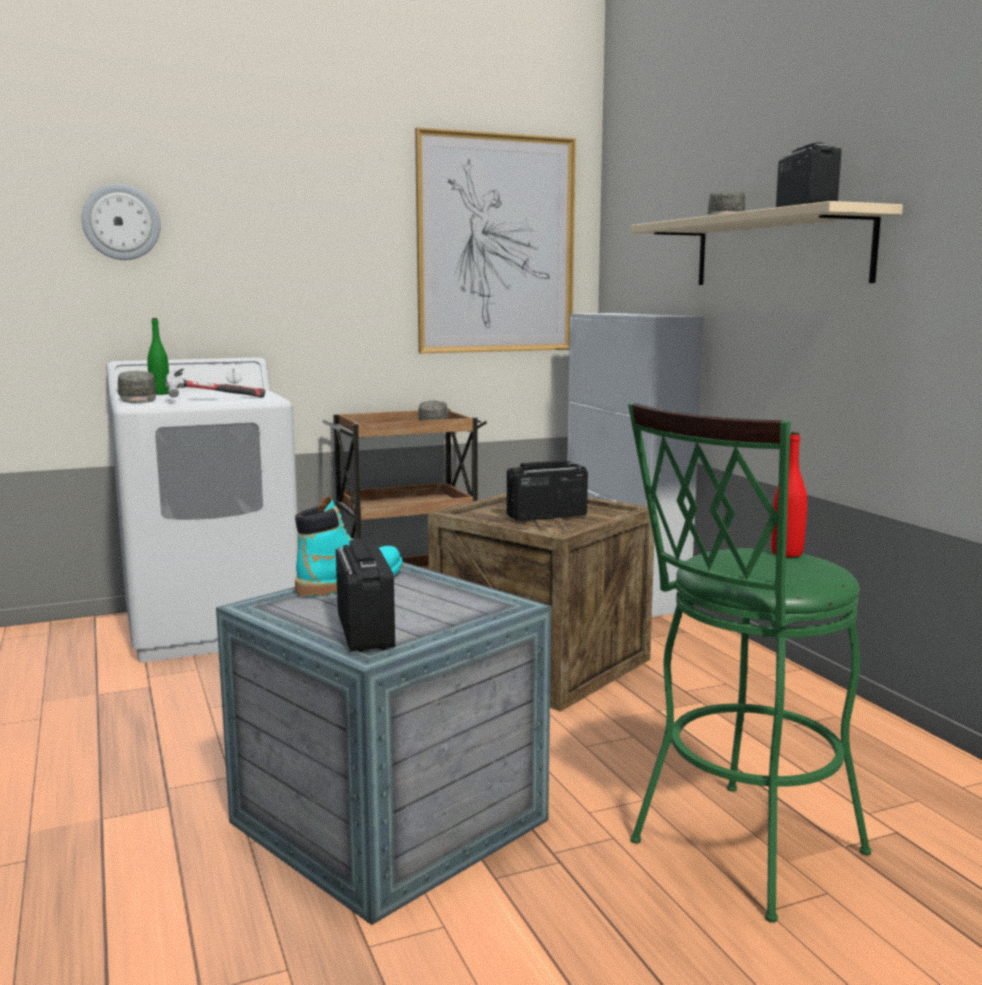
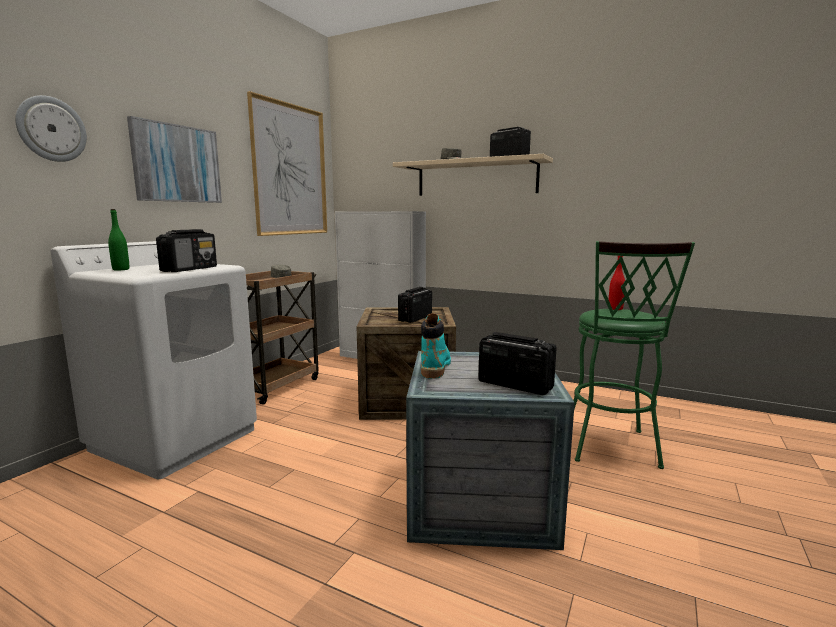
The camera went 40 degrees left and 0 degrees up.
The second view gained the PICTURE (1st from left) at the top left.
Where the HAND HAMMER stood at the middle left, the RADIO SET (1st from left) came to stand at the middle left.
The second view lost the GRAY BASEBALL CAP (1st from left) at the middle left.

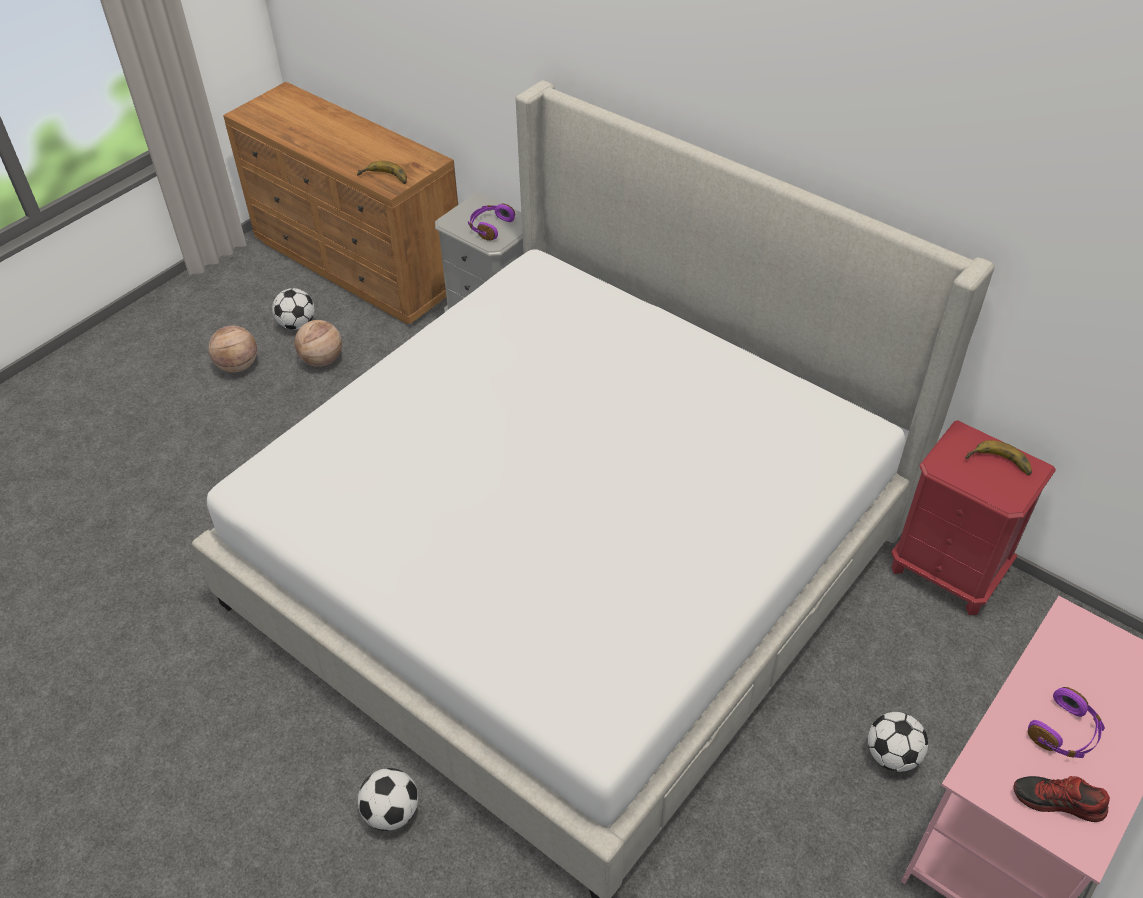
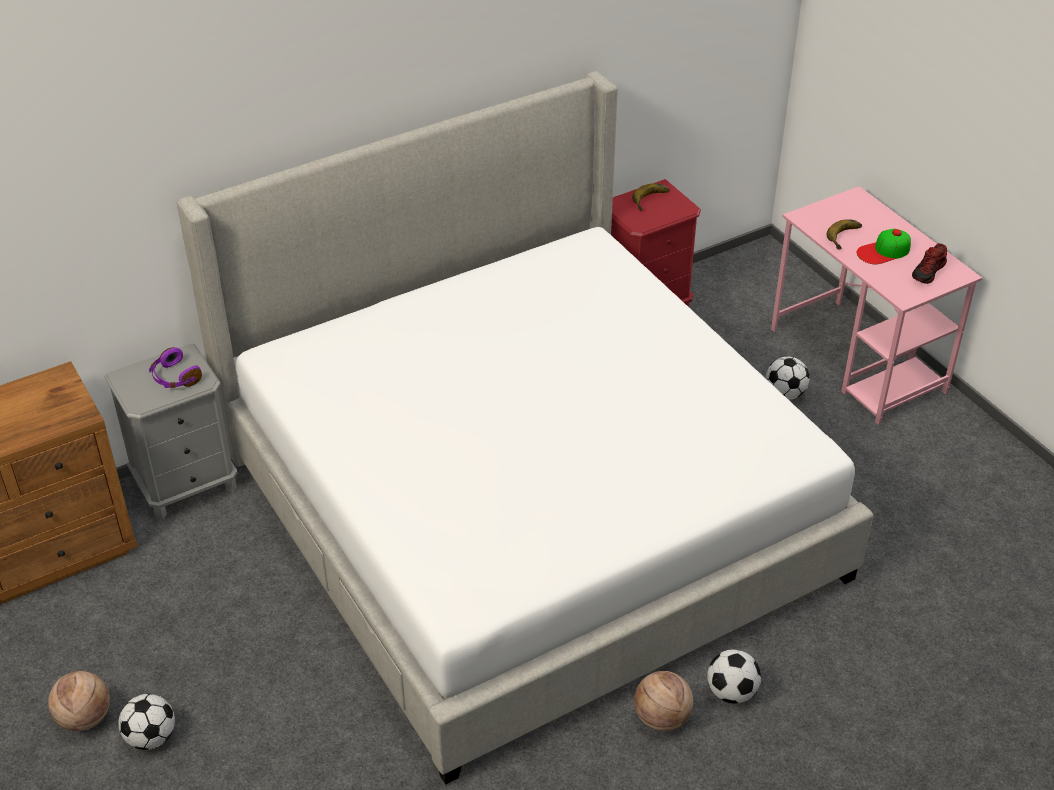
The camera went 70 degrees left and 5 degrees down.
The FOOTBALL (1st from left) ended up elsewhere, having gone from the middle left to the bottom left.
The BASKETBALL BALL (2nd from left) ended up elsewhere, having gone from the middle left to the bottom centre.
The BANANA (1st from left in the first image) ended up elsewhere, having gone from the top centre to the top right.
Where the PURPLISH HEADPHONES (2nd from left) stood at the bottom right, the BASEBALL CAP came to stand at the top right.

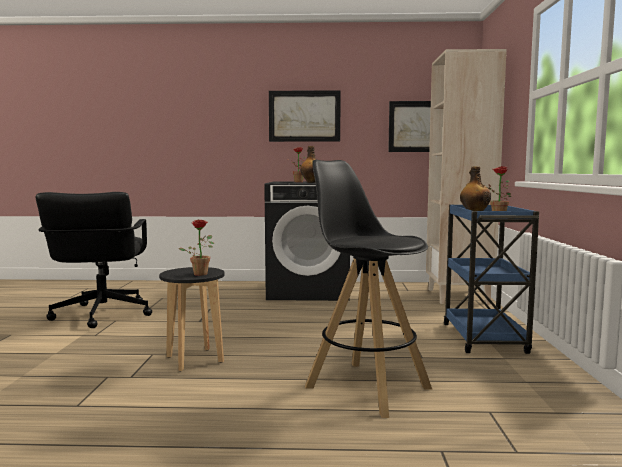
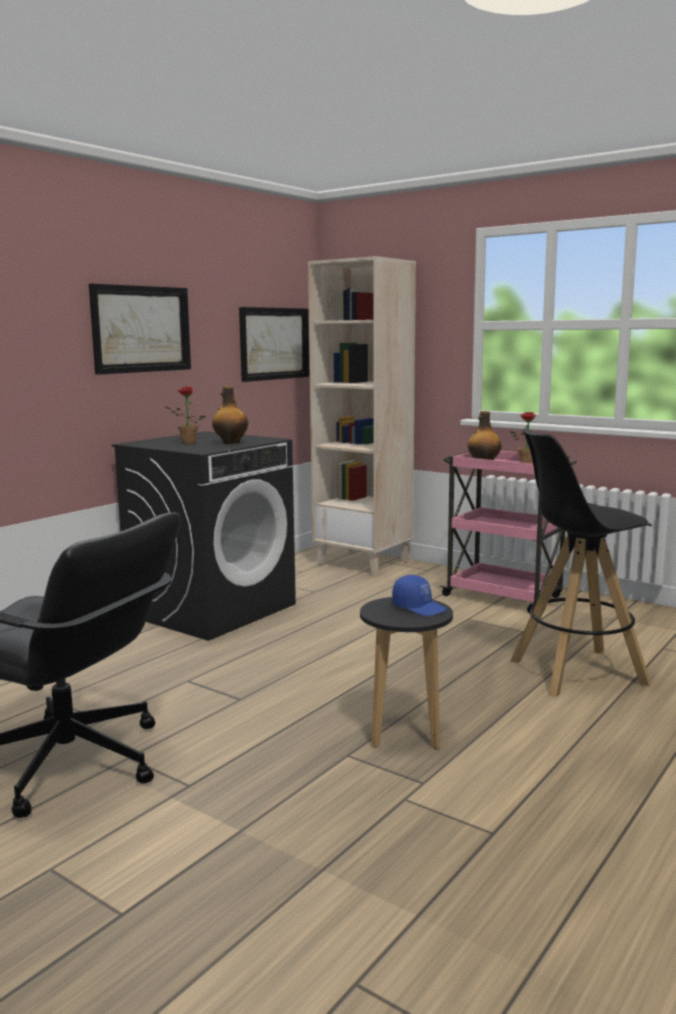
The camera went 55 degrees left and 5 degrees up.
Where the PLANT IN A POT (1st from left) stood at the middle left, the BLUE BASEBALL CAP came to stand at the centre.
What was the BLUE CART at the middle right turned into the PINK-COLOURED CART at the middle right.

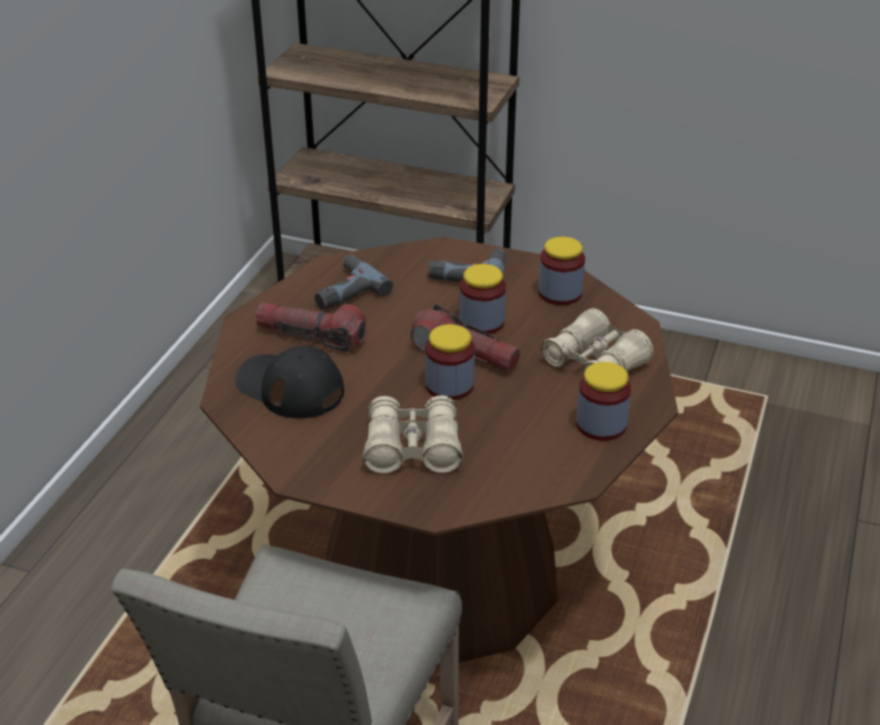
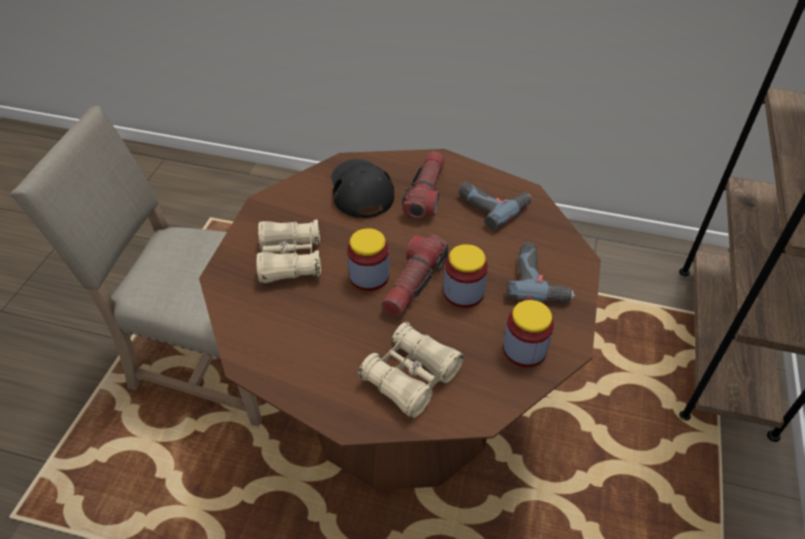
The camera went 85 degrees right and 10 degrees up.
The BLACKISH BASEBALL CAP at the middle left ended up facing another way, 45 degrees counterclockwise from before.
The second view lost the STORAGE JAR (4th from left) at the middle right.

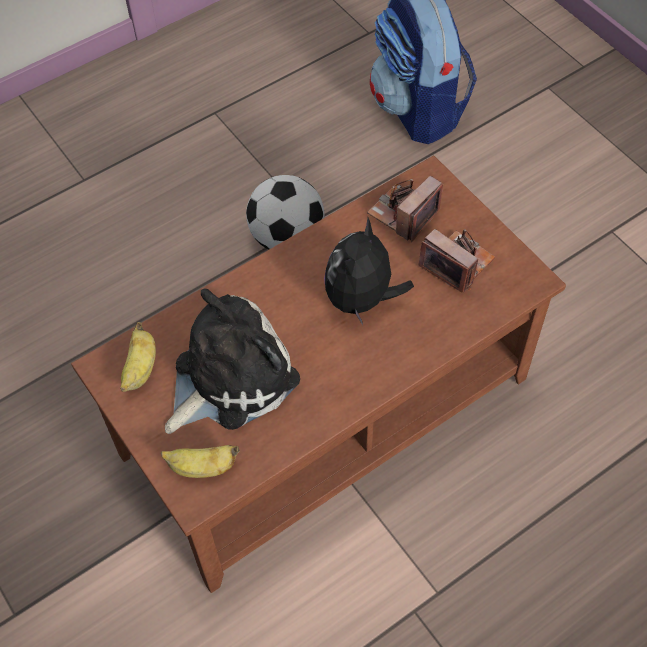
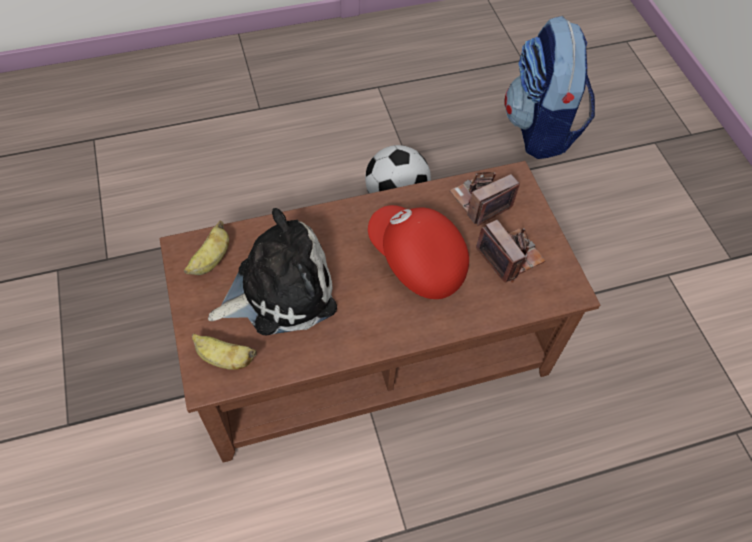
The camera went 15 degrees right and 0 degrees up.
Where the PLUSH TOY (2nd from left) stood at the centre, the REDDISH BASEBALL CAP came to stand at the centre.

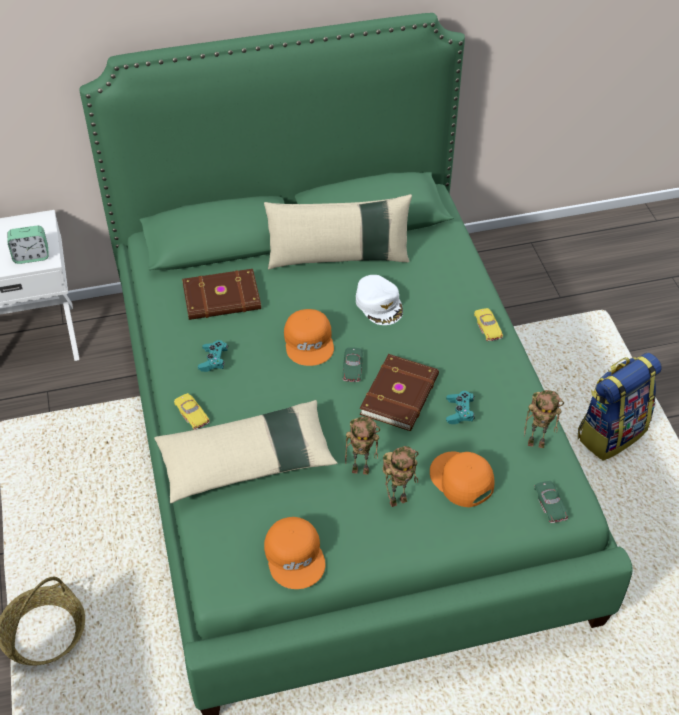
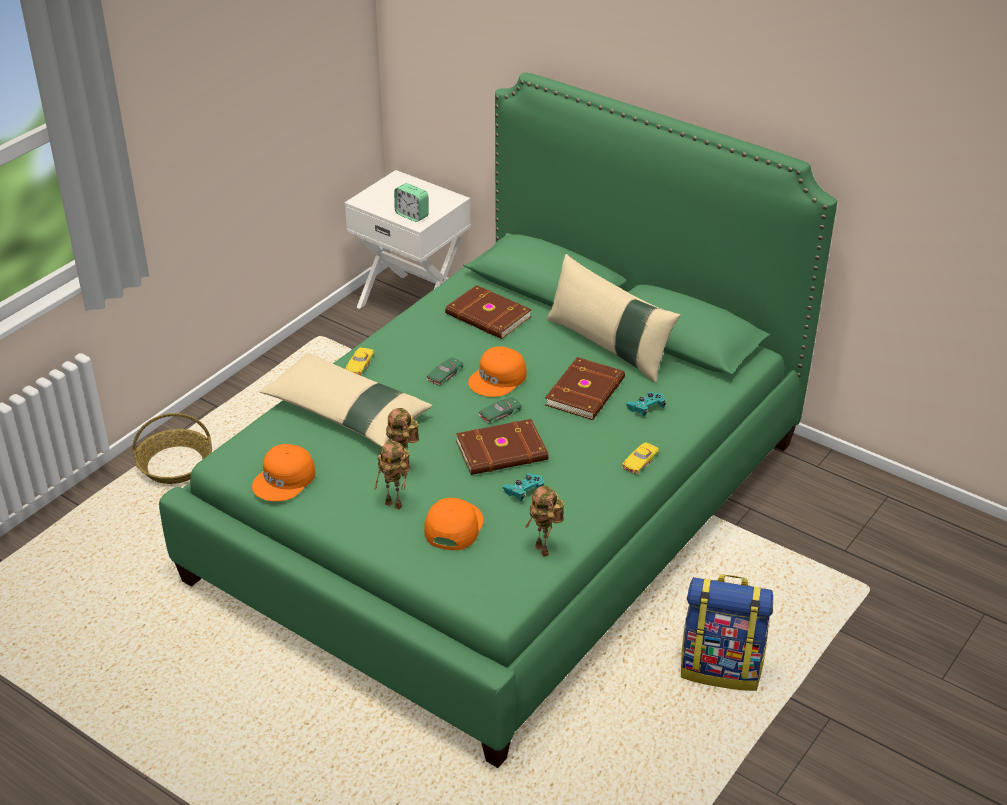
The camera went 50 degrees right and 10 degrees down.
The GREEN TOY CAR (2nd from left in the first image) ended up elsewhere, having gone from the bottom right to the centre.
Where the WHITE-COLOURED BASEBALL CAP stood at the centre, the BROWN BOOK (3rd from left) came to stand at the centre.
The BLUE-GREEN JOYPAD (1st from left in the first image) ended up elsewhere, having gone from the middle left to the centre.

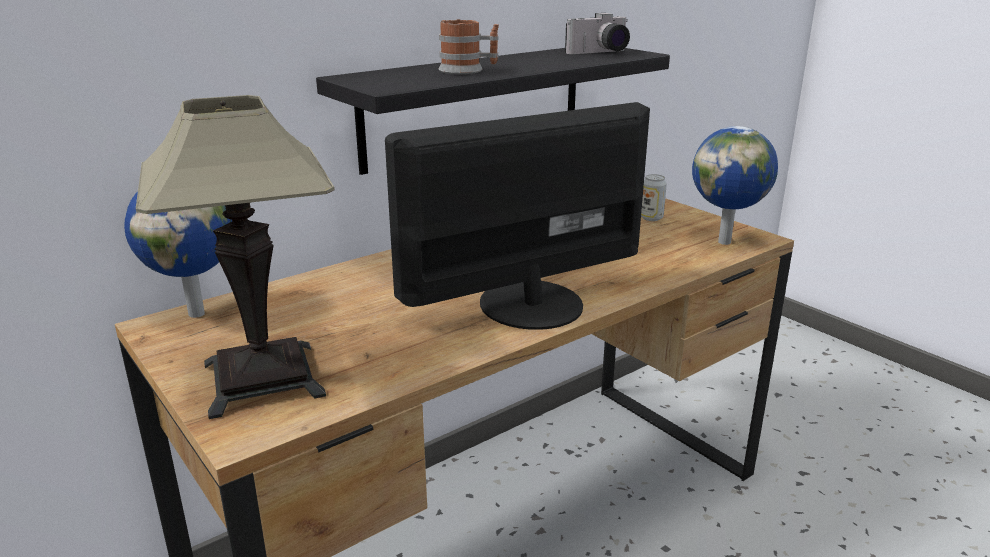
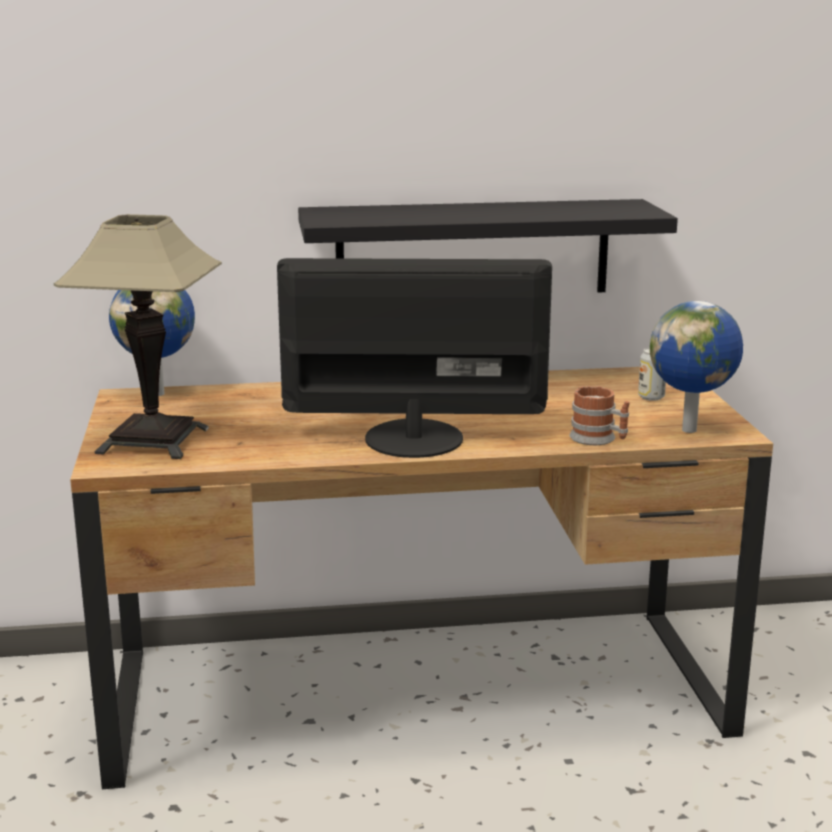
The camera went 30 degrees right and 5 degrees down.
The MUG ended up elsewhere, having gone from the top centre to the middle right.
The second view lost the STILL CAMERA at the top centre.

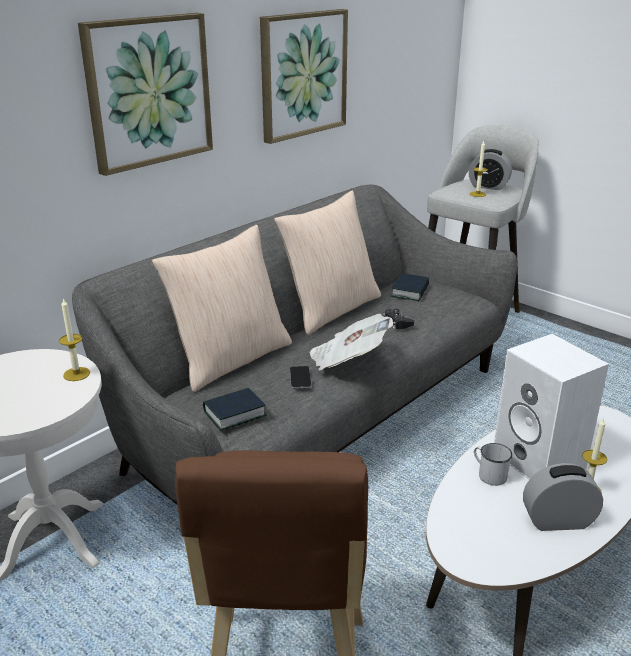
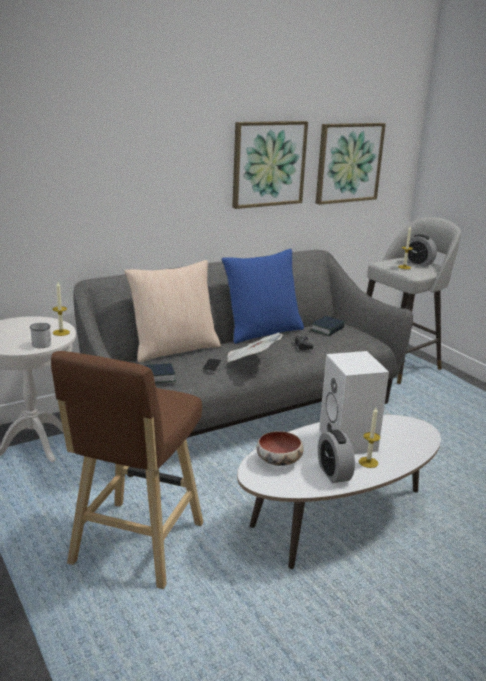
The camera went 15 degrees right and 5 degrees down.
The WHITE-COLOURED MUG ended up elsewhere, having gone from the bottom right to the middle left.
What was the BEIGE PILLOW (2nd from left) at the centre turned into the BLUE PILLOW at the centre.
The second view gained the BOWL at the centre.
The PICTURE (1st from left in the first image) ended up elsewhere, having gone from the top left to the top right.
The ALARM CLOCK (2nd from left in the first image) at the bottom right ended up facing another way, 120 degrees counterclockwise from before.

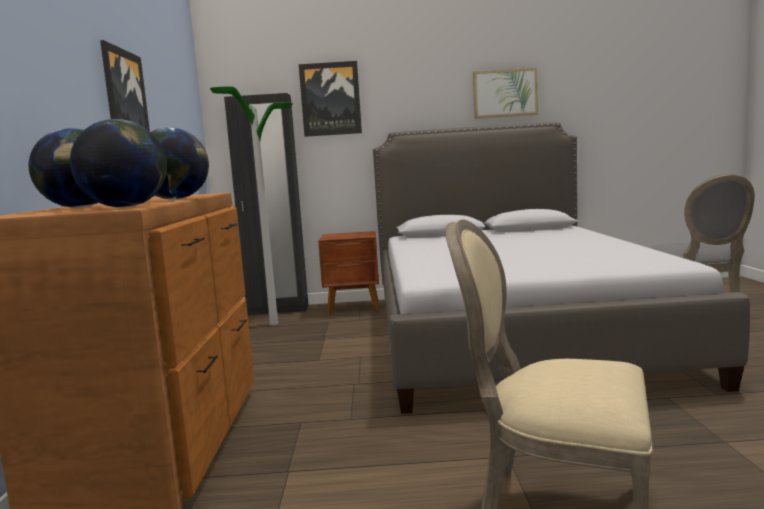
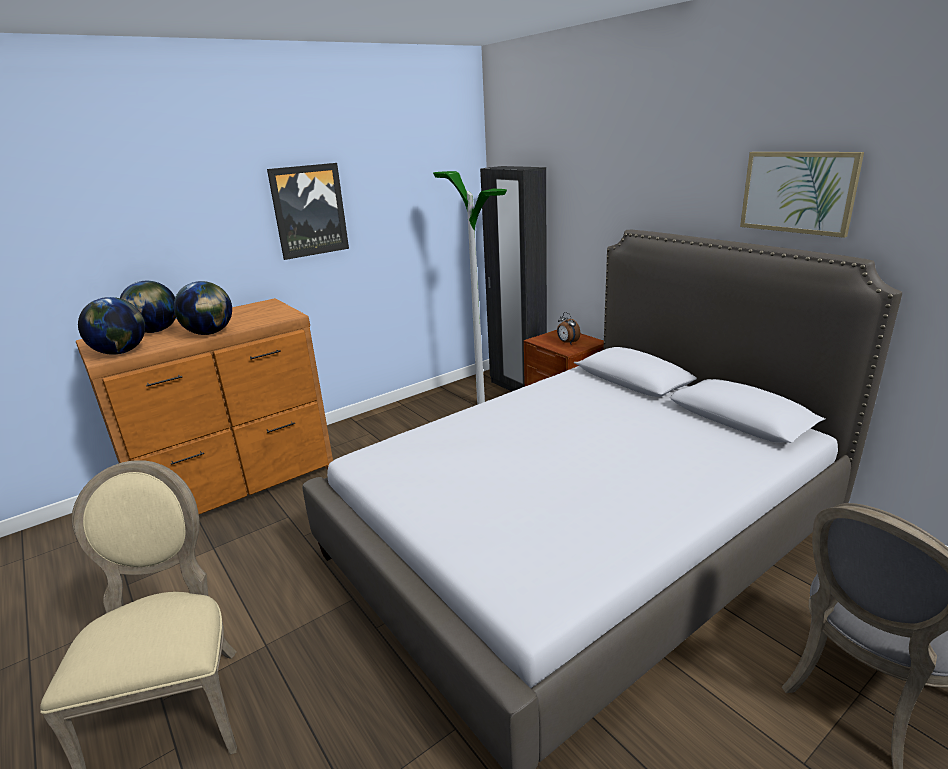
The camera went 55 degrees right and 15 degrees up.
The second view gained the ALARM CLOCK at the centre.
The second view lost the PICTURE (2nd from left) at the top centre.

